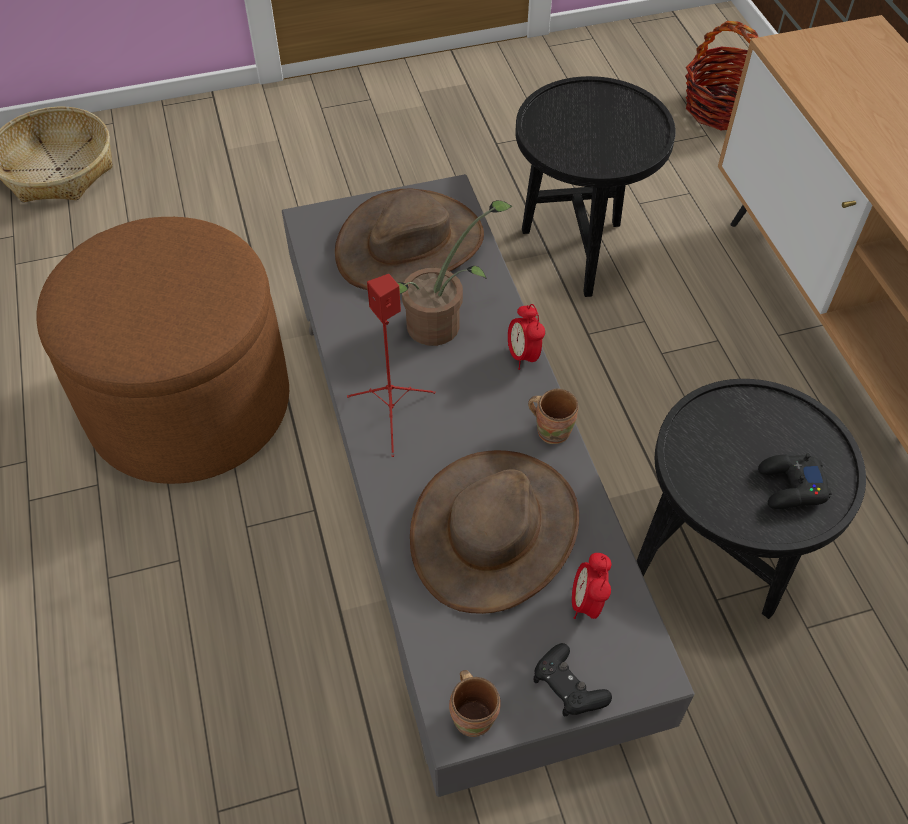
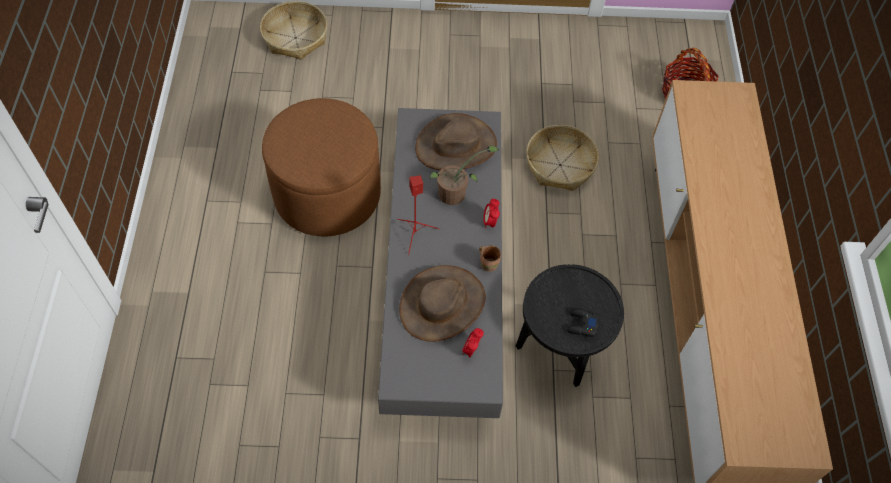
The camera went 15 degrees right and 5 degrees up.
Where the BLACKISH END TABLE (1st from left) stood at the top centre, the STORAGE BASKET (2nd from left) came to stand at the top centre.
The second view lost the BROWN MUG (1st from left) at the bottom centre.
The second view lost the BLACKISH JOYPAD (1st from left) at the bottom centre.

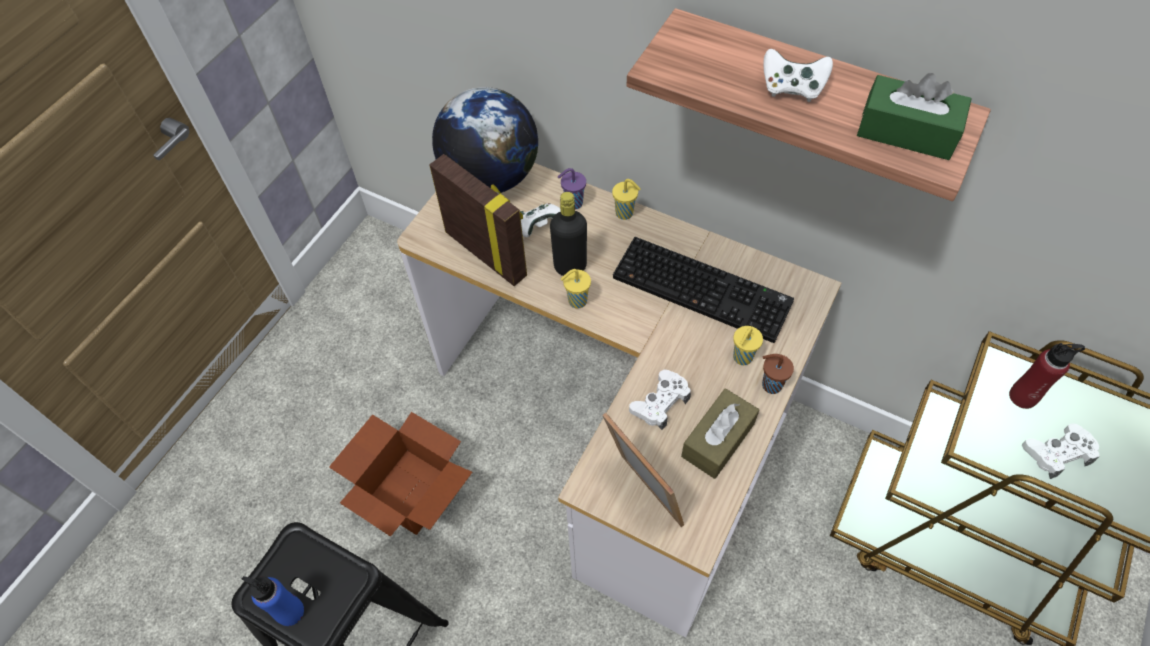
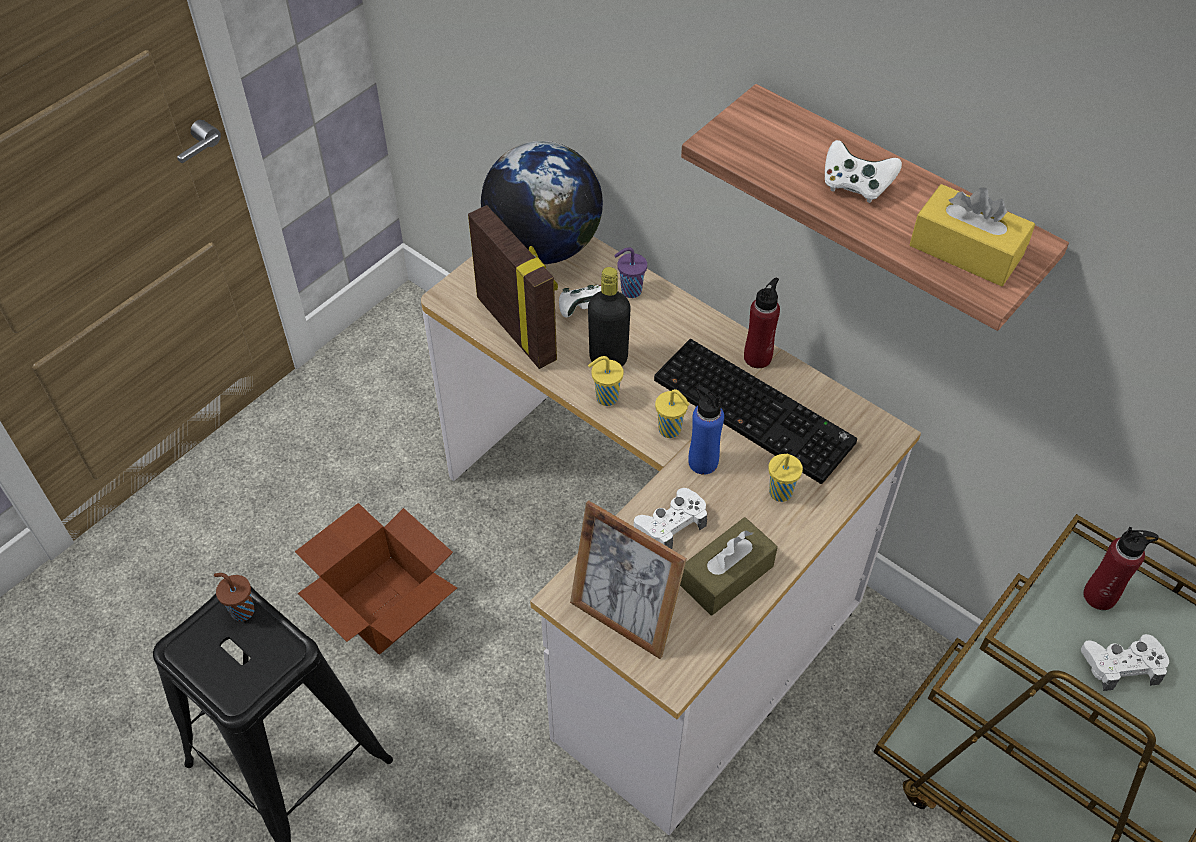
The camera went 10 degrees right and 5 degrees down.
The BROWN SMALL CUP ended up elsewhere, having gone from the middle right to the bottom left.
The STANDING FRAME (2nd from left) at the bottom centre ended up facing another way, 150 degrees clockwise from before.
The YELLOW SMALL CUP (2nd from left) ended up elsewhere, having gone from the top centre to the centre.
The BLUE BEVERAGE BOTTLE ended up elsewhere, having gone from the bottom left to the centre.
The second view gained the REDDISH BEVERAGE BOTTLE (1st from left) at the centre.
What was the GREEN TISSUE BOX at the top right turned into the YELLOW TISSUE BOX at the top right.

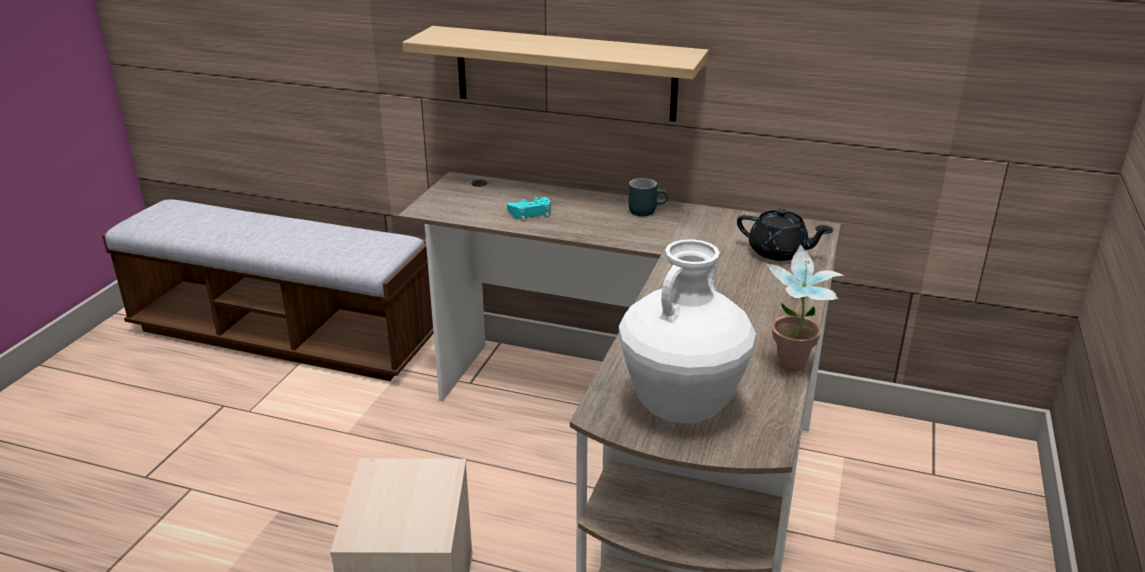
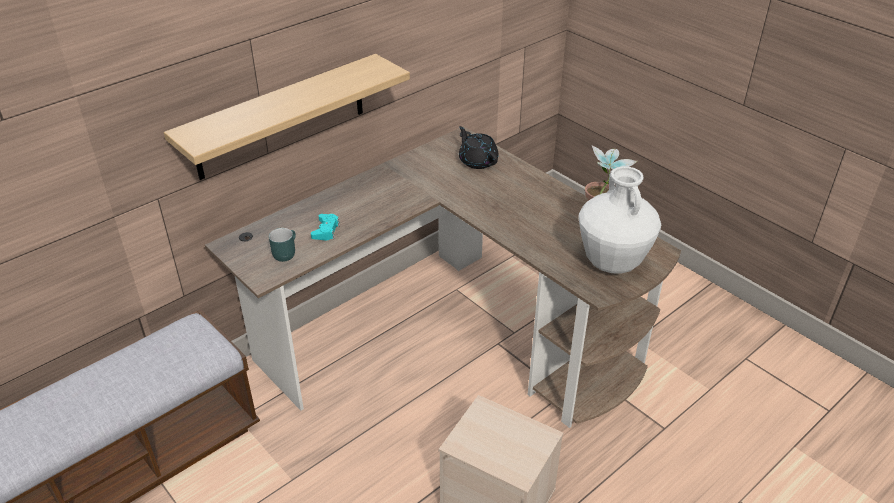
The camera went 60 degrees left and 10 degrees up.
The BLUE-GREEN MUG ended up elsewhere, having gone from the centre to the middle left.
The BLACKISH TEAPOT at the middle right ended up facing another way, 90 degrees counterclockwise from before.

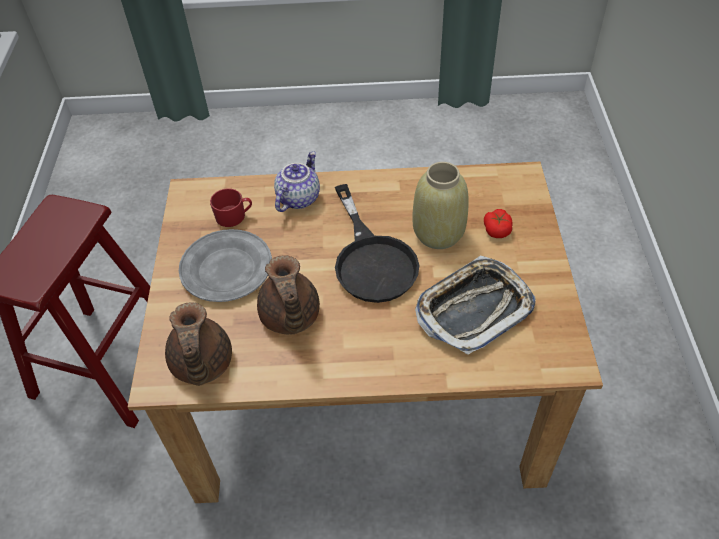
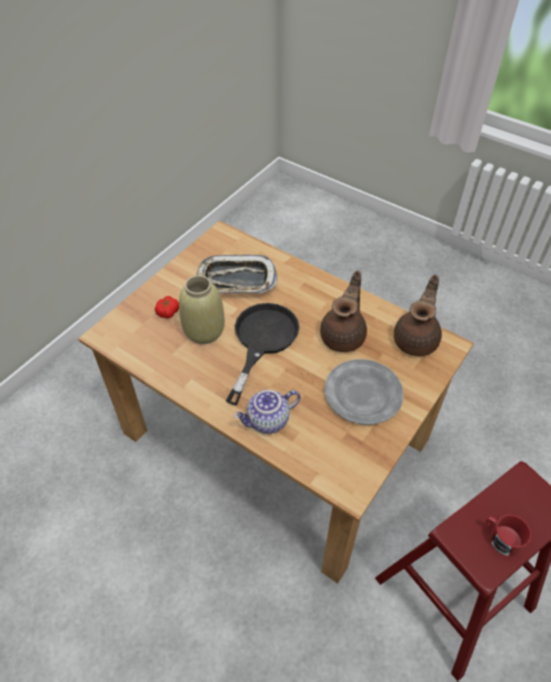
The camera went 145 degrees left and 0 degrees up.
The REDDISH MUG ended up elsewhere, having gone from the middle left to the bottom right.

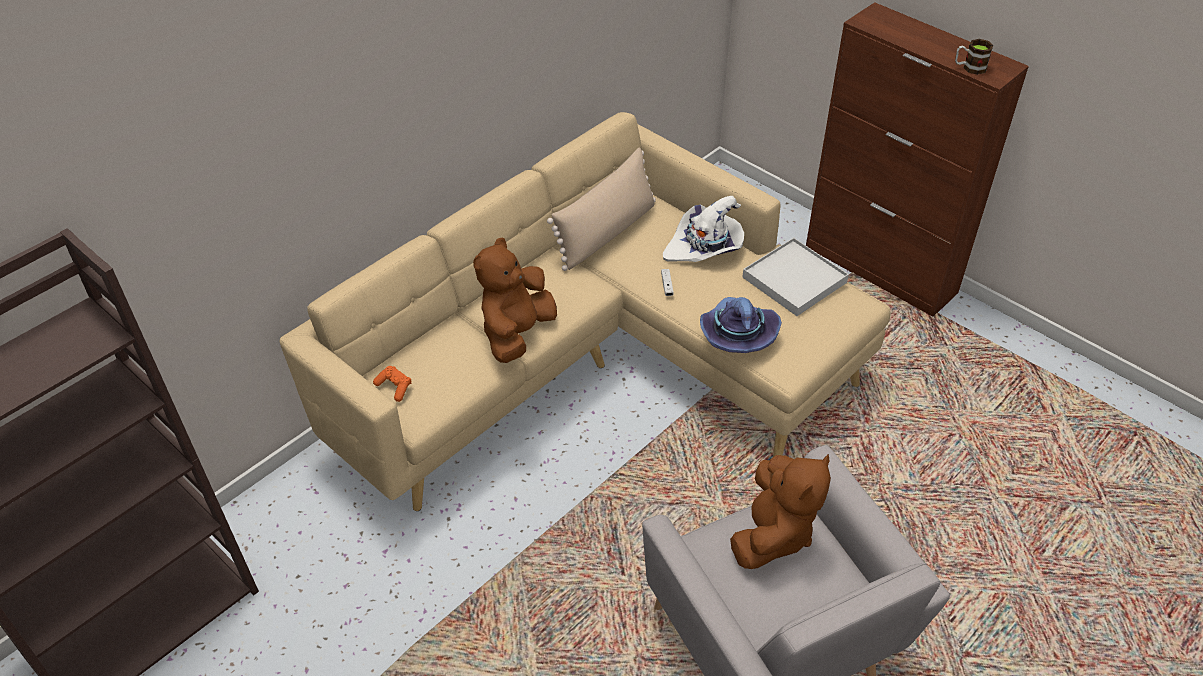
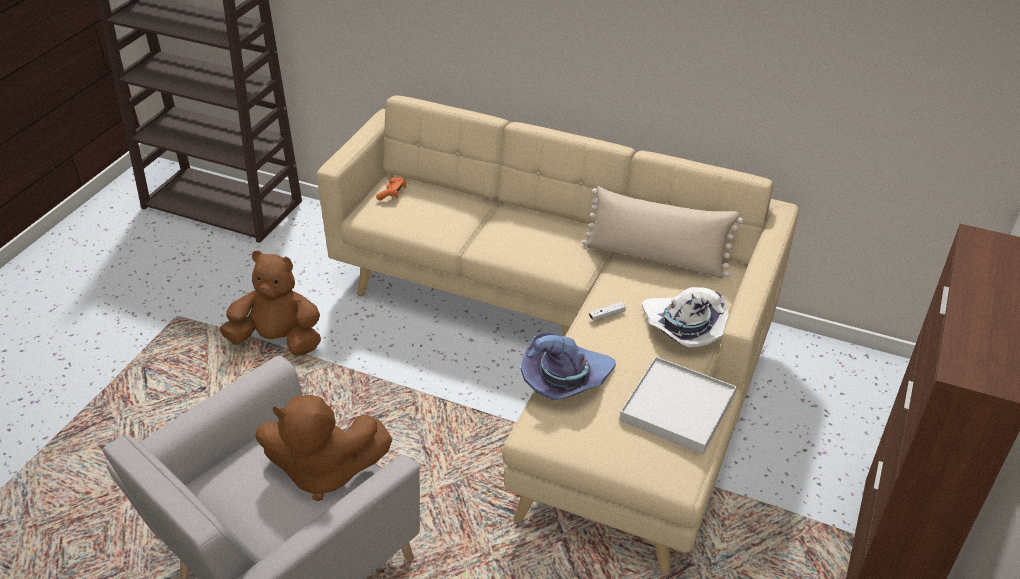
The camera went 70 degrees right and 5 degrees down.
The BROWN PLUSH TOY (1st from left) ended up elsewhere, having gone from the centre to the middle left.
The second view lost the MUG at the top right.

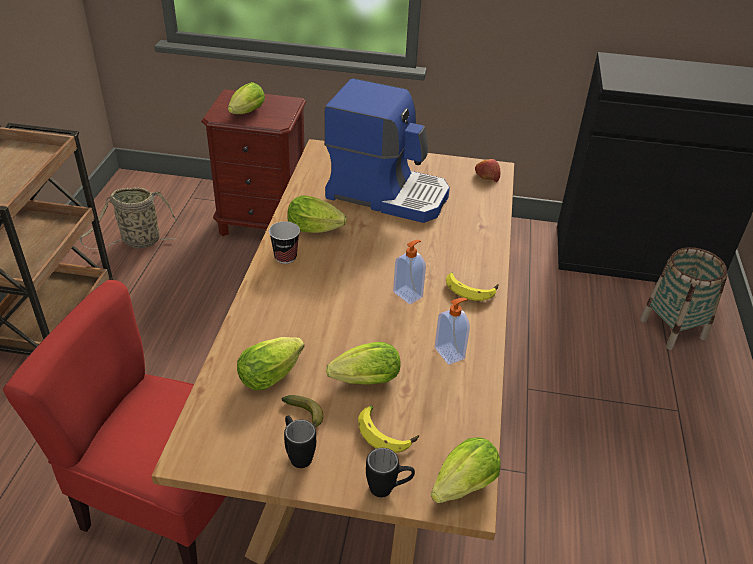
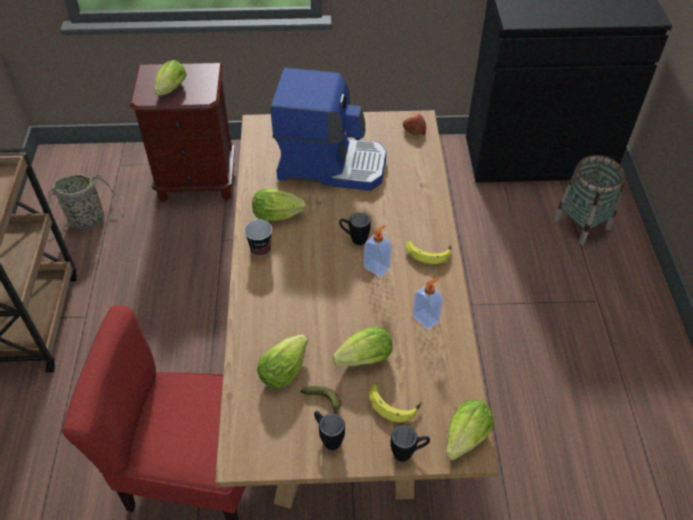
The camera went 10 degrees left and 10 degrees up.
The second view gained the BLACKISH MUG (2nd from left) at the centre.

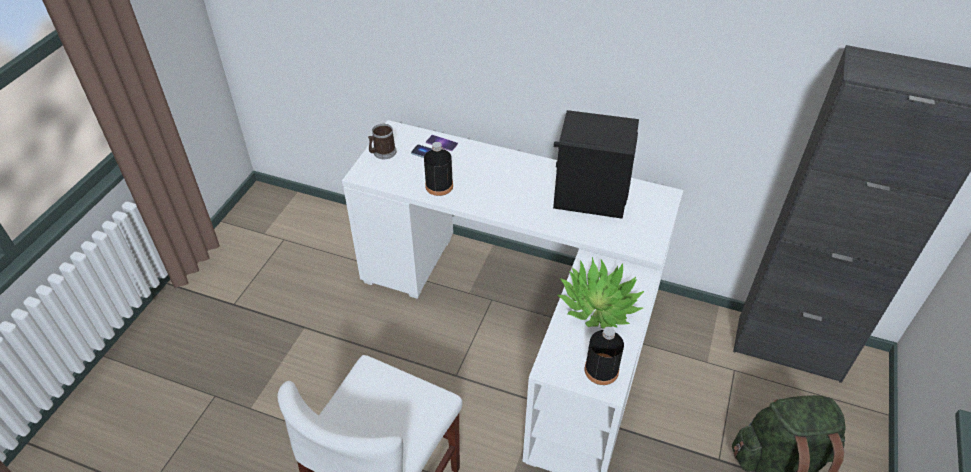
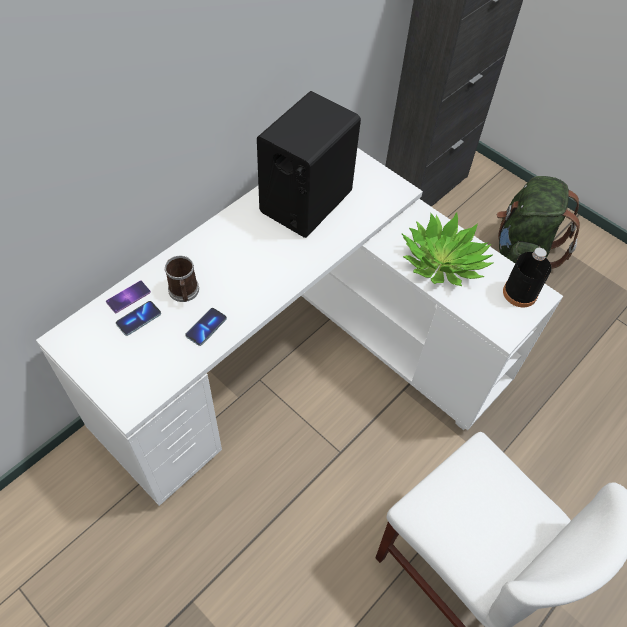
The camera went 70 degrees left and 10 degrees up.
The MUG ended up elsewhere, having gone from the top centre to the middle left.
Where the BLACKISH BEVERAGE BOTTLE (1st from left) stood at the centre, the HANDSET (3rd from left) came to stand at the middle left.

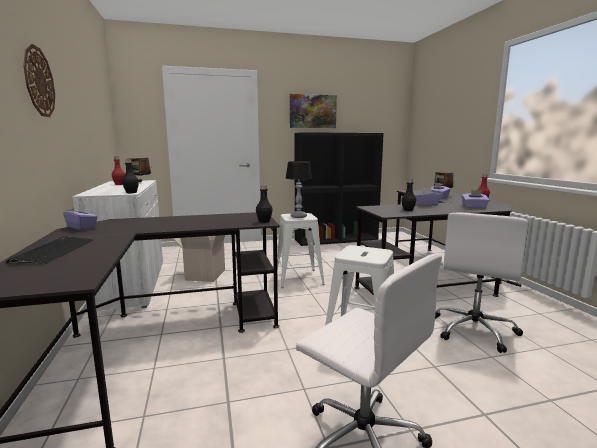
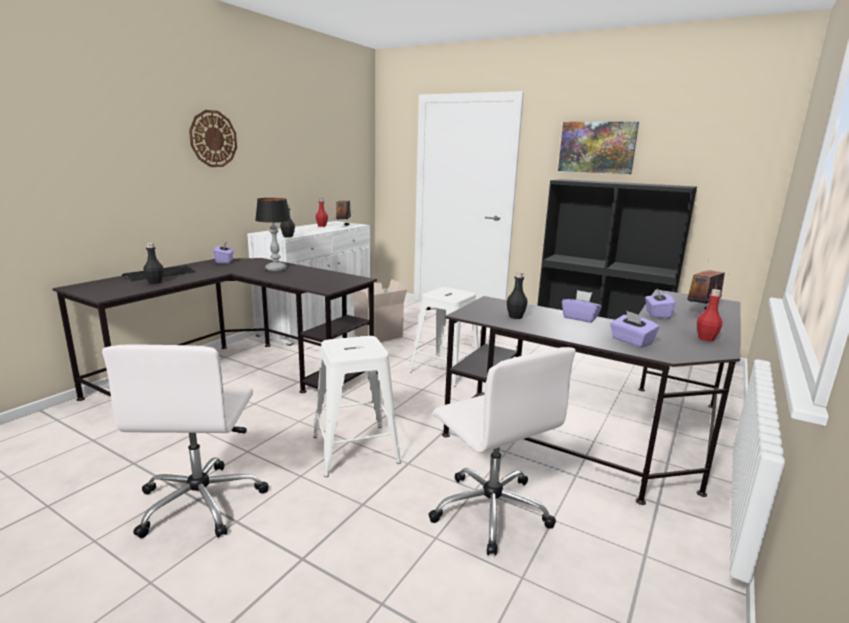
The camera went 45 degrees right and 5 degrees up.
The BLACKISH BEVERAGE BOTTLE (2nd from left in the first image) ended up elsewhere, having gone from the centre to the middle left.
The LAMP FOR A TABLE ended up elsewhere, having gone from the centre to the middle left.
The WHITE-COLOURED DESK CHAIR (2nd from left) at the middle right ended up facing another way, 105 degrees counterclockwise from before.

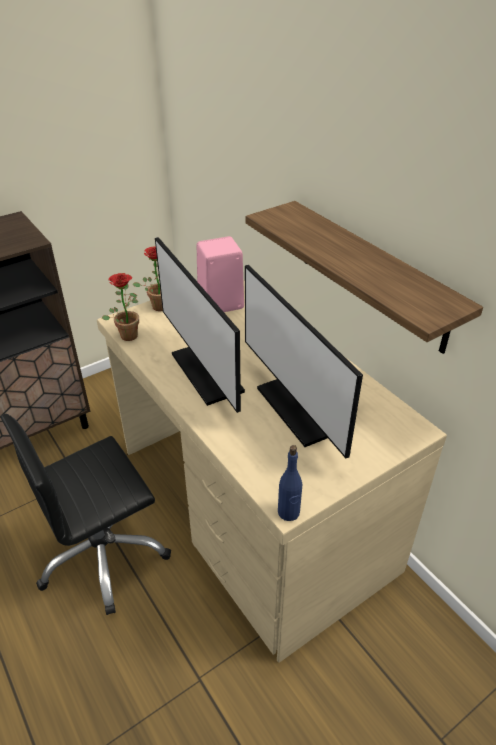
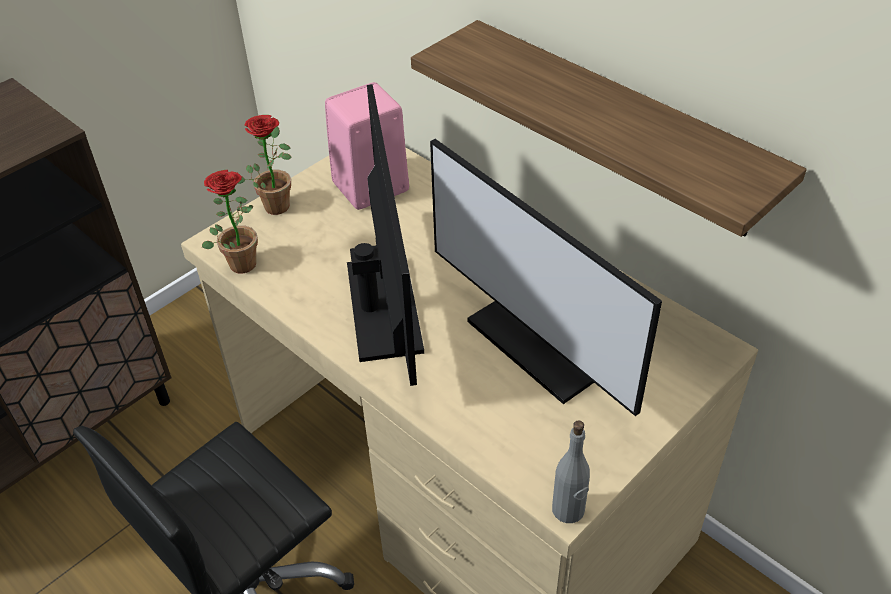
The camera went 10 degrees left and 5 degrees up.
The COMPUTER SCREEN (1st from left) at the centre ended up facing another way, 150 degrees counterclockwise from before.
What was the BLUE BEVERAGE BOTTLE at the centre turned into the GRAY BEVERAGE BOTTLE at the bottom centre.

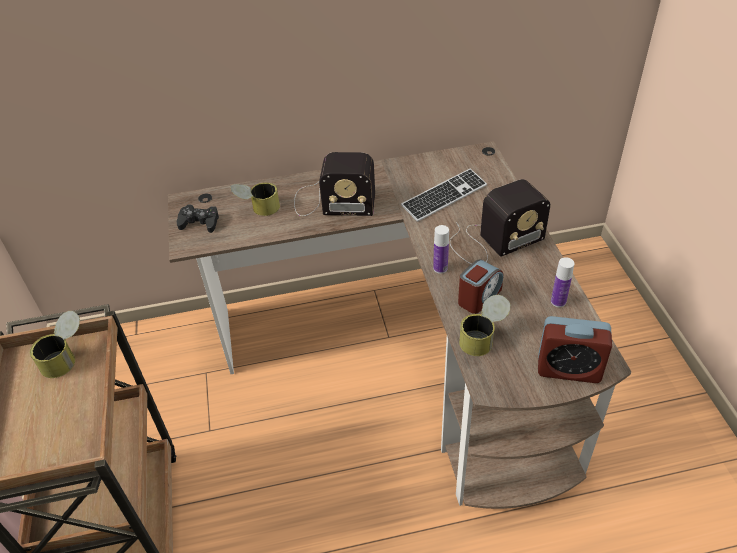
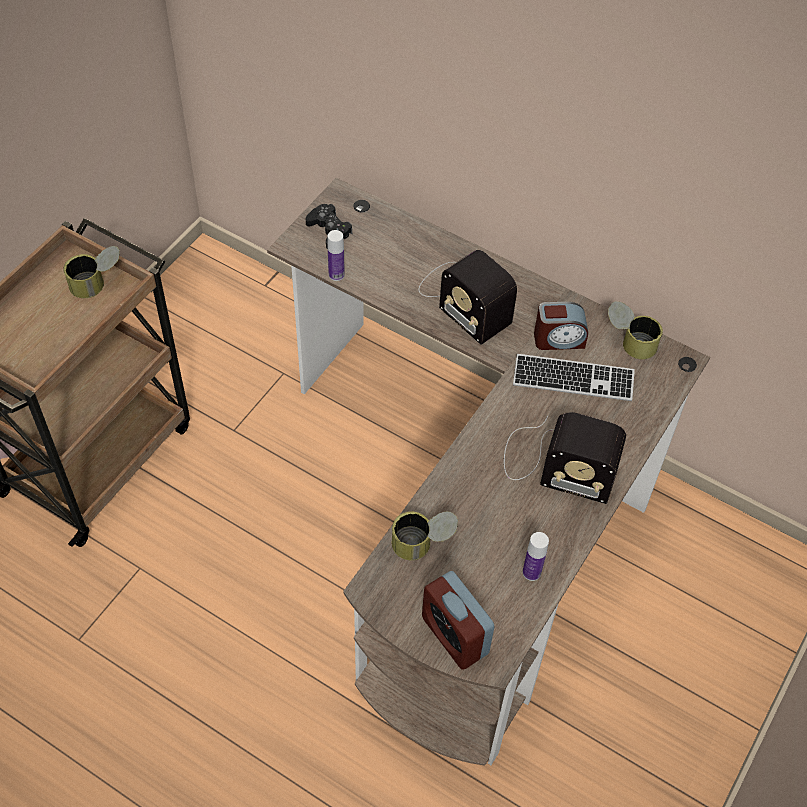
The camera went 40 degrees right and 10 degrees up.
The BEVERAGE BOTTLE (1st from left) ended up elsewhere, having gone from the centre to the top centre.
The ALARM CLOCK (1st from left in the first image) ended up elsewhere, having gone from the centre to the middle right.
The CAN (2nd from left in the first image) ended up elsewhere, having gone from the centre to the middle right.

